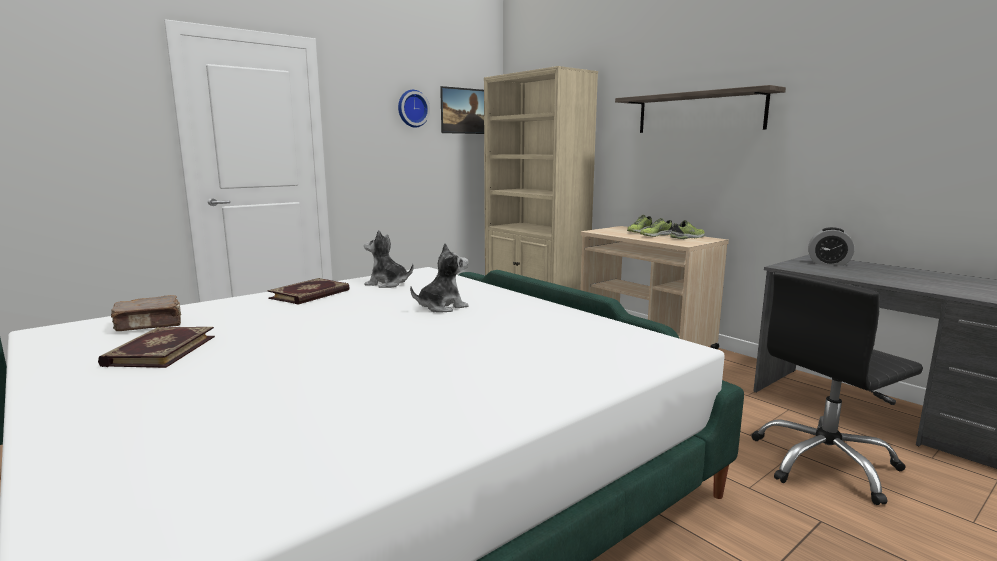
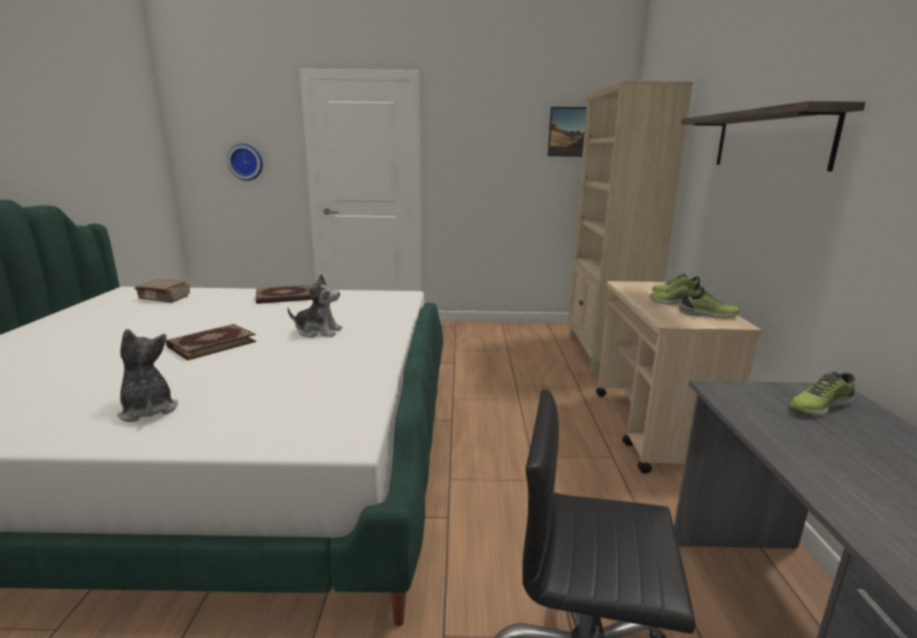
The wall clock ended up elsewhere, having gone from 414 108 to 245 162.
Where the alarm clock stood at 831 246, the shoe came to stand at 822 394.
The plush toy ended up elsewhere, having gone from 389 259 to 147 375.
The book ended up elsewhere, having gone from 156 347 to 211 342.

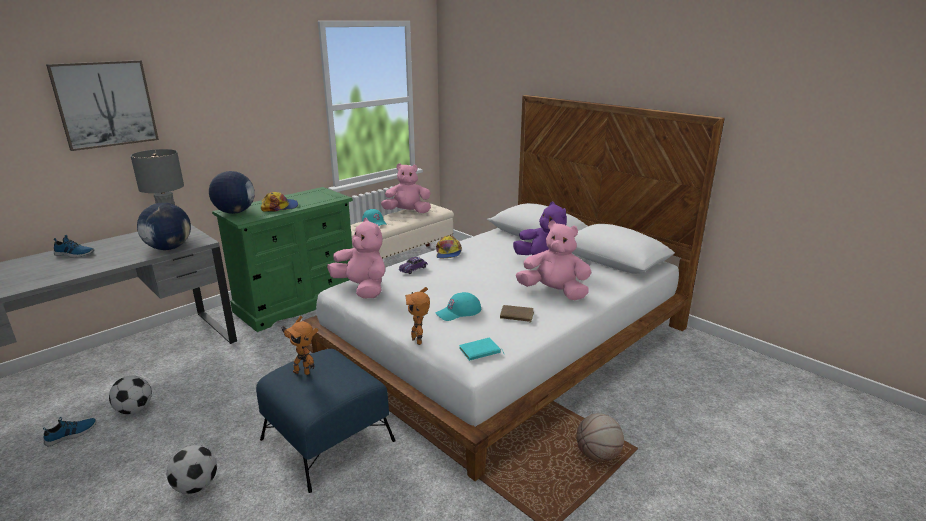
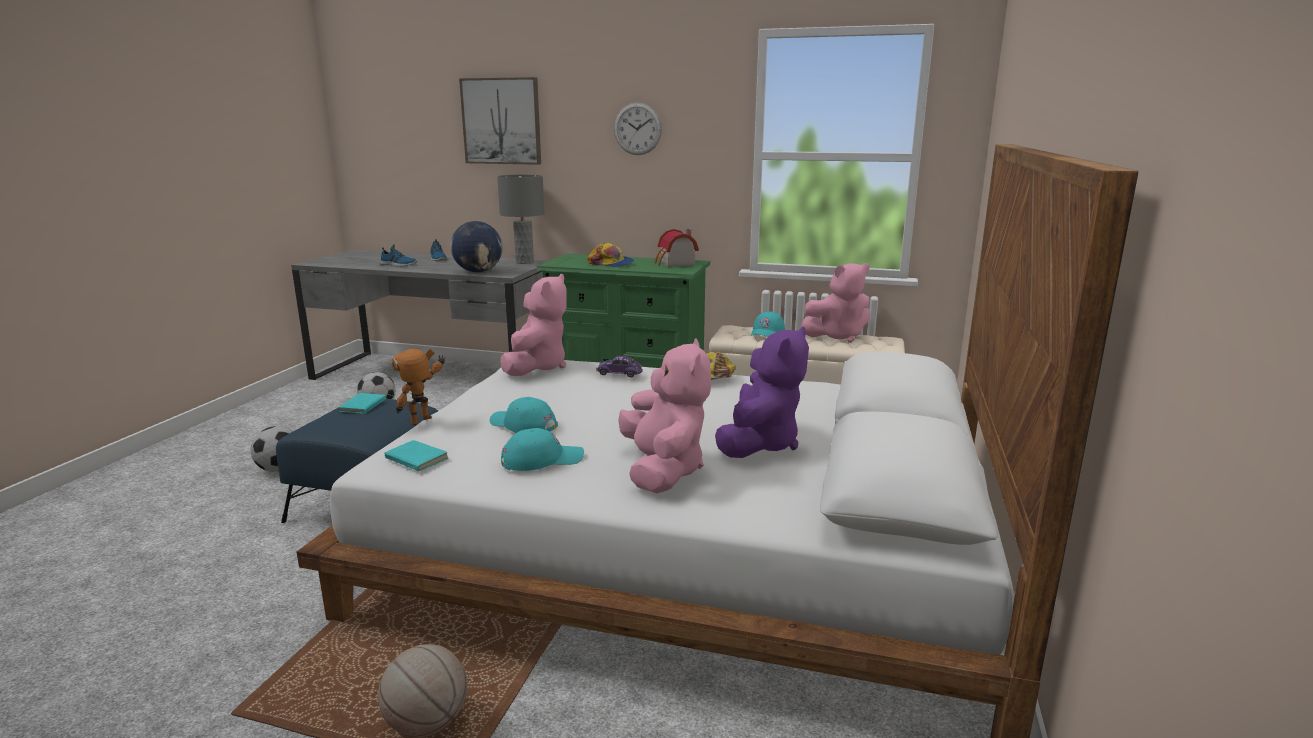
The plush toy (pink) at 406 188 ended up facing another way, 105 degrees clockwise from before.
The second view lost the globe at 232 192.
Where the book (brown) stood at 517 313, the cap (turquoise) came to stand at 542 449.
Where the toy robot stood at 300 345, the book (turquoise) came to stand at 366 403.
The shoe ended up elsewhere, having gone from 69 431 to 398 255.
The second view gained the wall clock at 638 129.
The second view gained the toy house at 676 248.

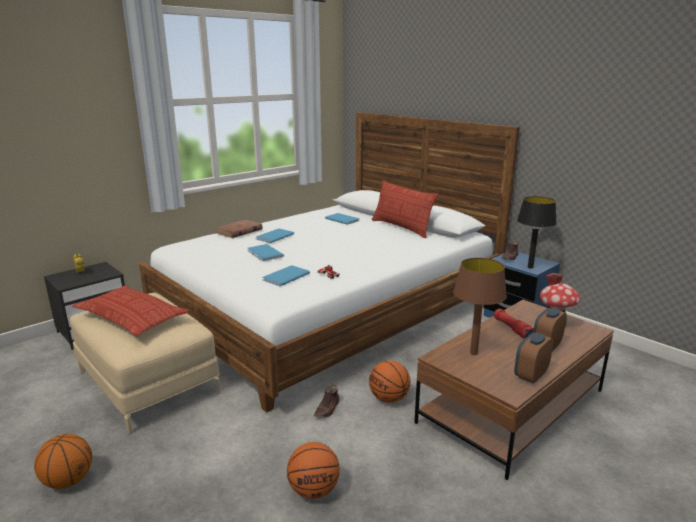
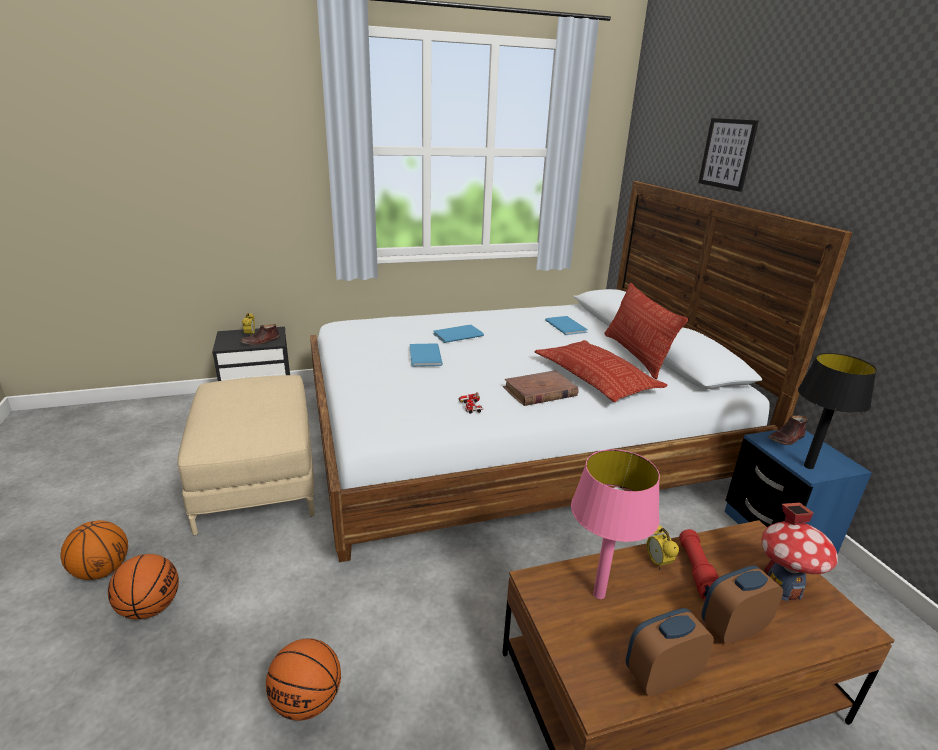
The book (brown) ended up elsewhere, having gone from 239 228 to 541 388.
What was the table lamp (brown) at 480 306 turned into the table lamp (pink) at 615 524.
The second view lost the book (blue) at 286 275.
The pillow ended up elsewhere, having gone from 130 310 to 601 371.
The basketball ended up elsewhere, having gone from 389 381 to 143 587.
The shoe (brown) ended up elsewhere, having gone from 327 401 to 260 334.
The second view gained the picture at 728 155.
The second view gained the alarm clock at 663 547.

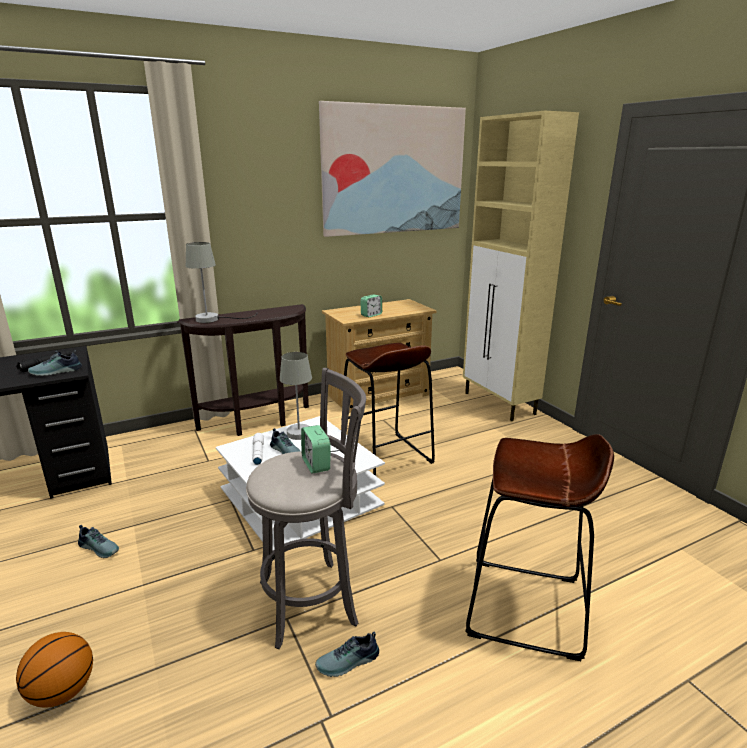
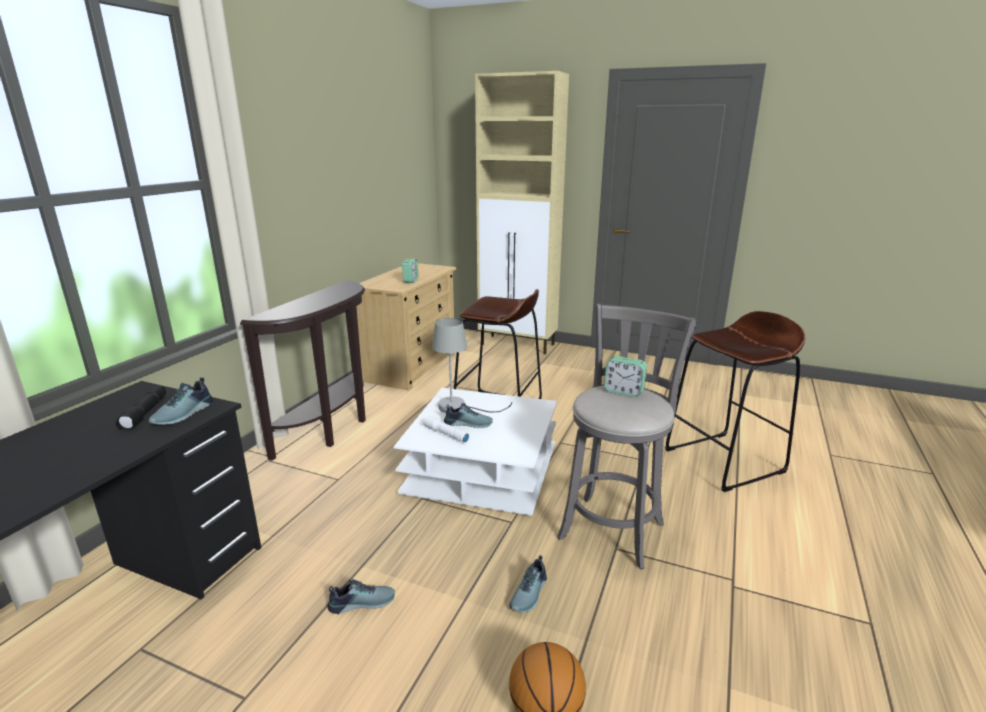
The second view lost the picture at 392 169.
The second view lost the table lamp (grey) at 222 282.
The shoe ended up elsewhere, having gone from 347 654 to 528 584.

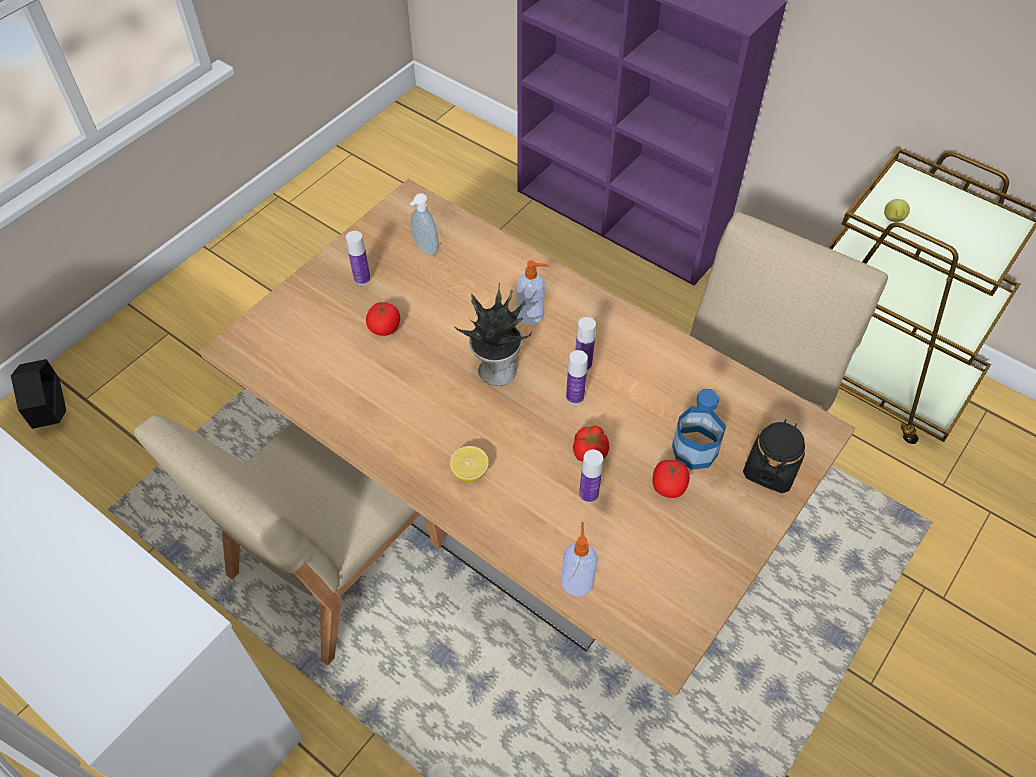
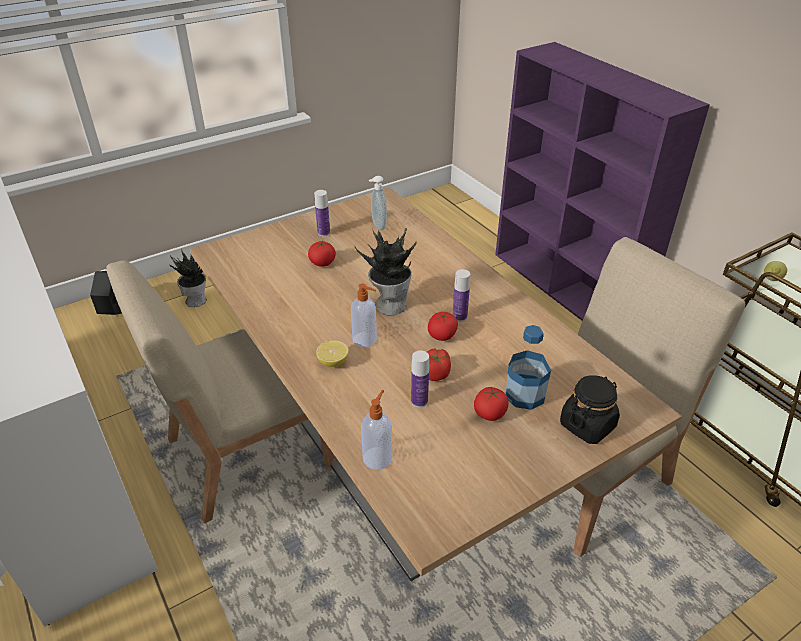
The soap dispenser ended up elsewhere, having gone from 532 292 to 364 315.
Where the bottle stood at 577 377, the tomato came to stand at 443 326.
The second view gained the potted plant at 187 277.

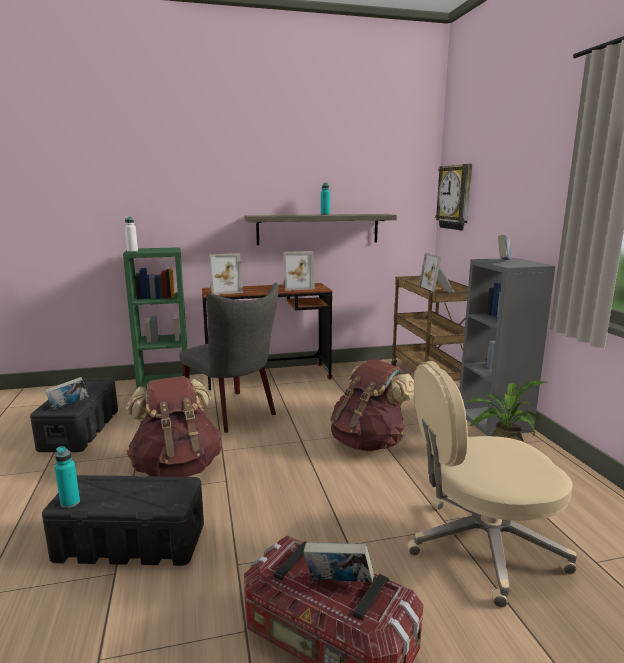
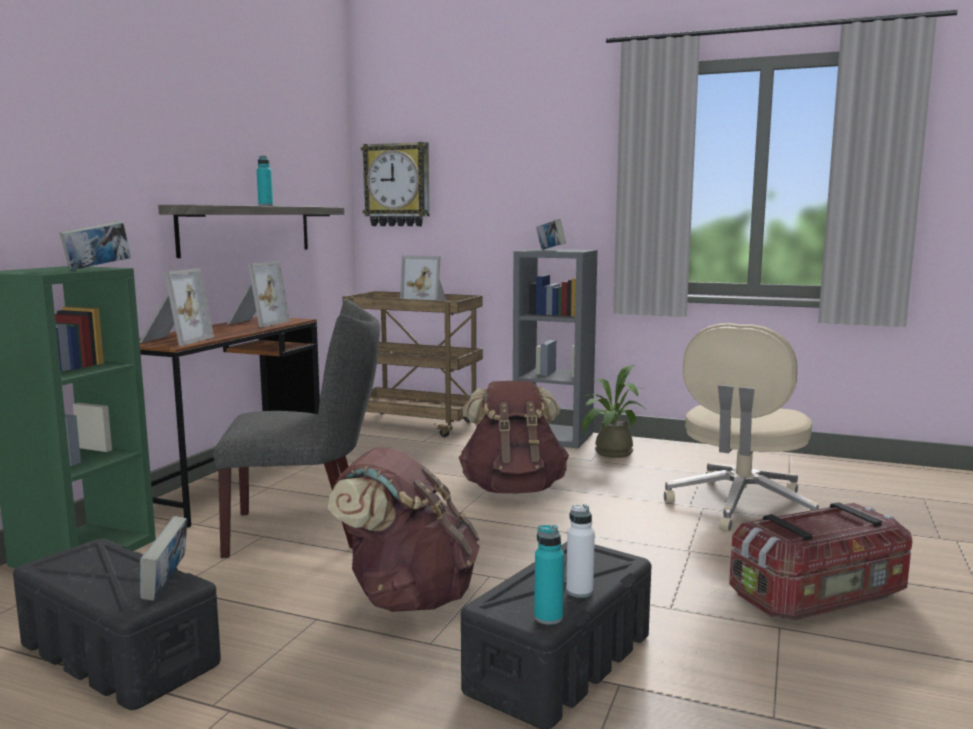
The bottle (white) ended up elsewhere, having gone from 131 235 to 580 551.
The book ended up elsewhere, having gone from 339 562 to 95 245.

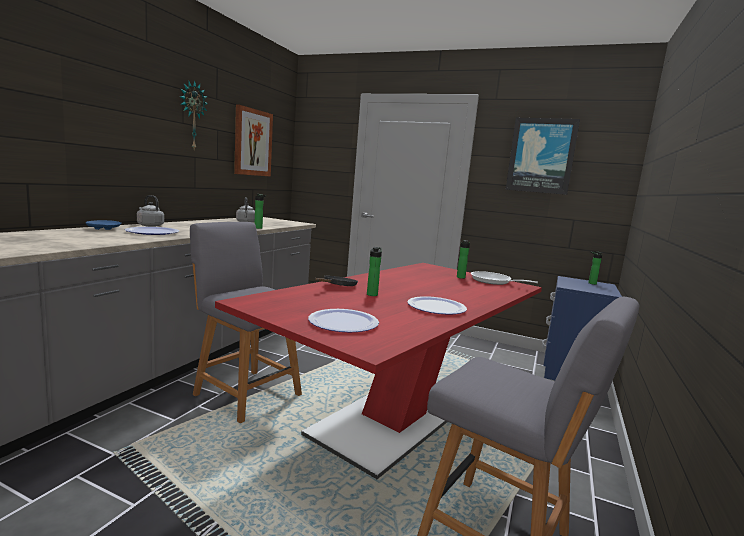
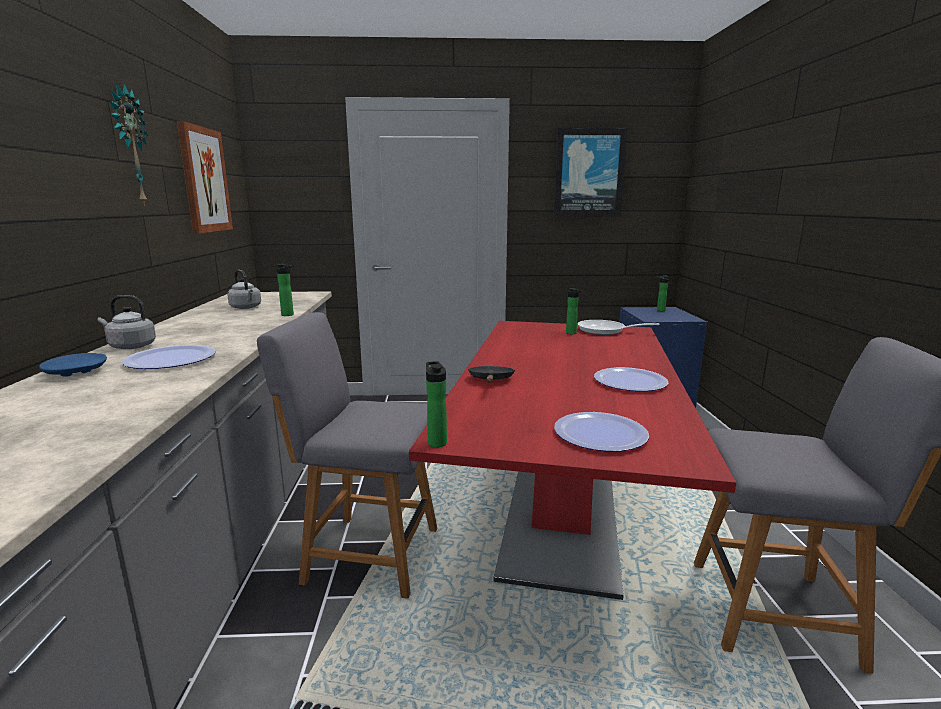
The bottle ended up elsewhere, having gone from 374 271 to 436 404.

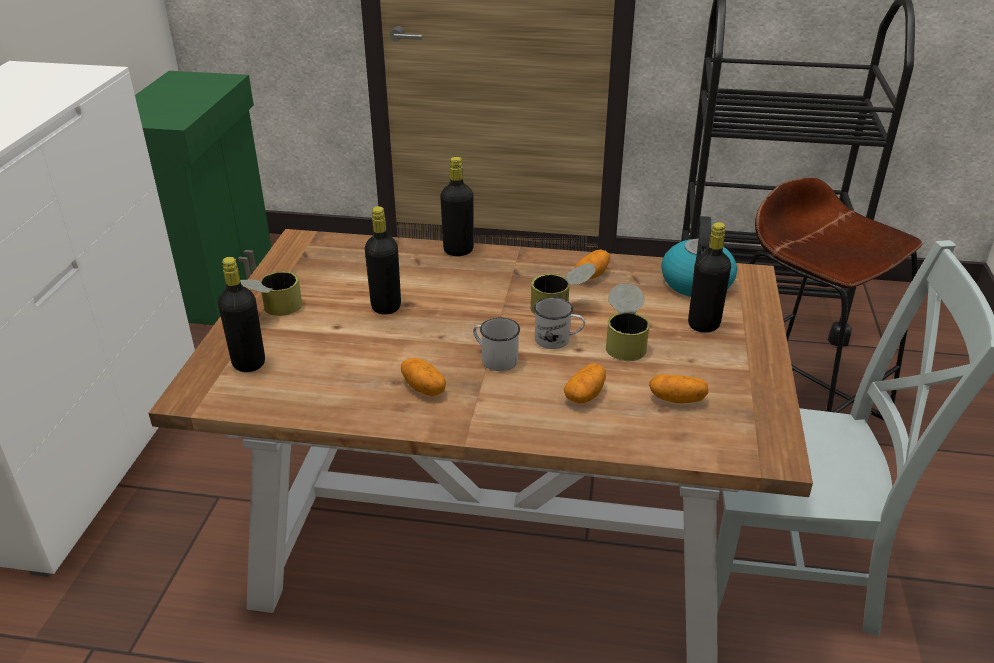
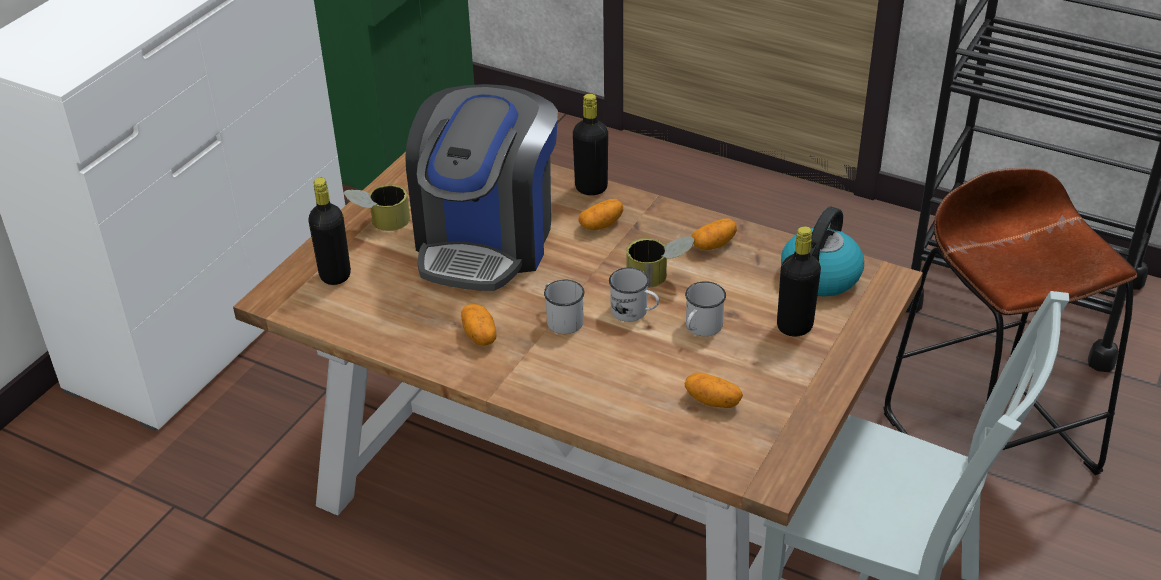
Where the bottle (black) stood at 383 260, the coffee machine came to stand at 481 187.
Where the can stood at 628 322, the mug (white) came to stand at 705 308.
The potato ended up elsewhere, having gone from 585 383 to 600 214.

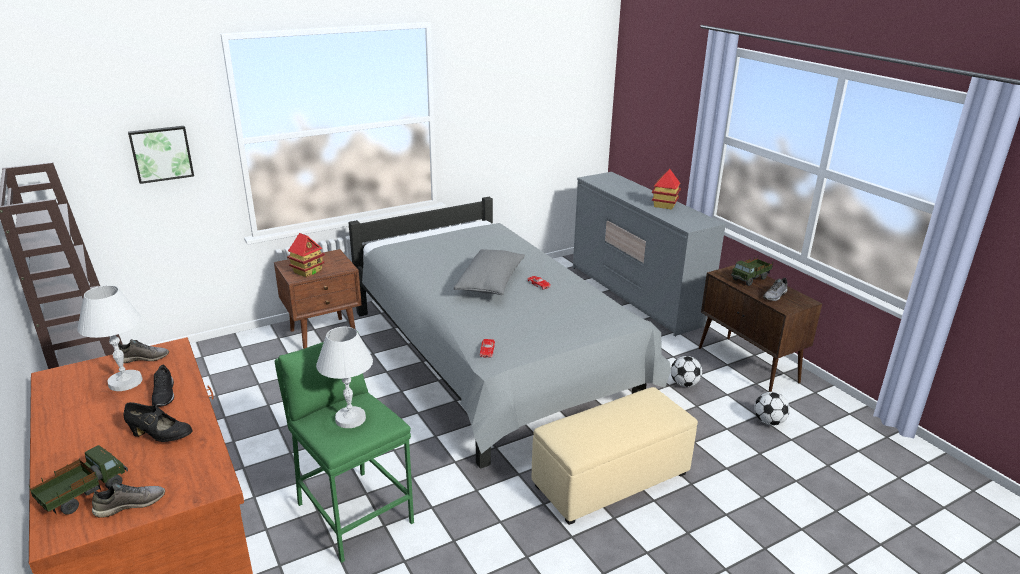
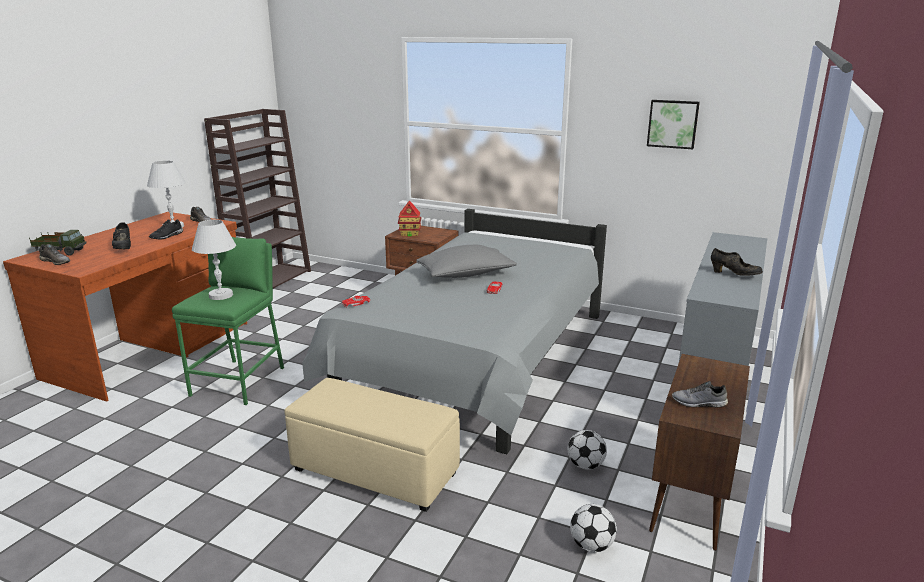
The picture ended up elsewhere, having gone from 161 155 to 673 124.
Where the toy house stood at 666 189, the shoe (black) came to stand at 737 262.
The second view lost the toy truck at 752 271.

